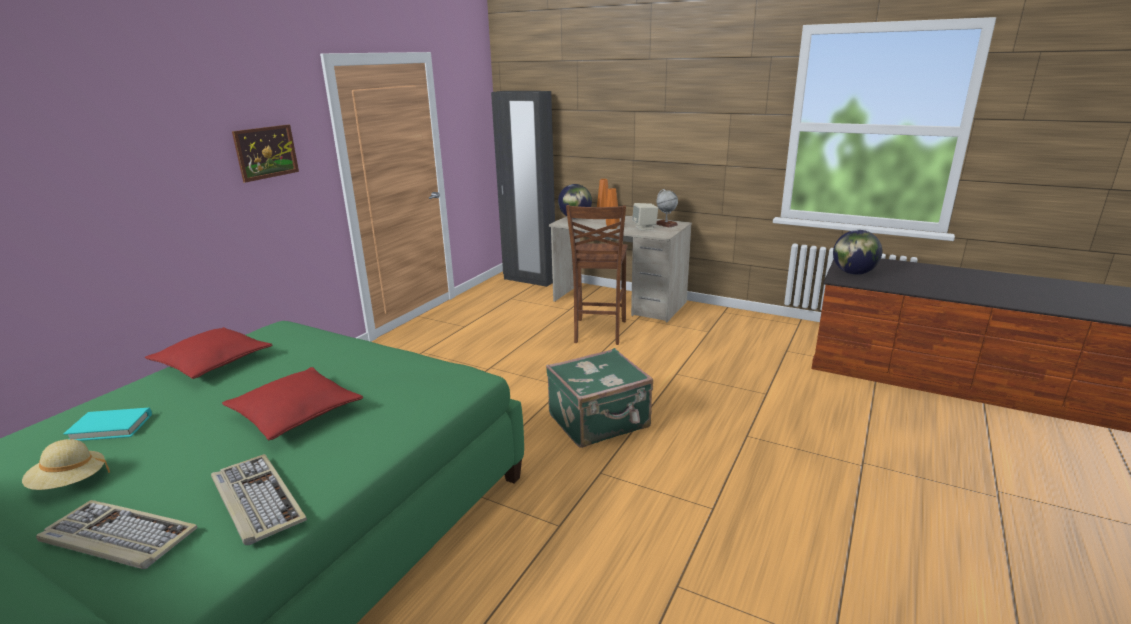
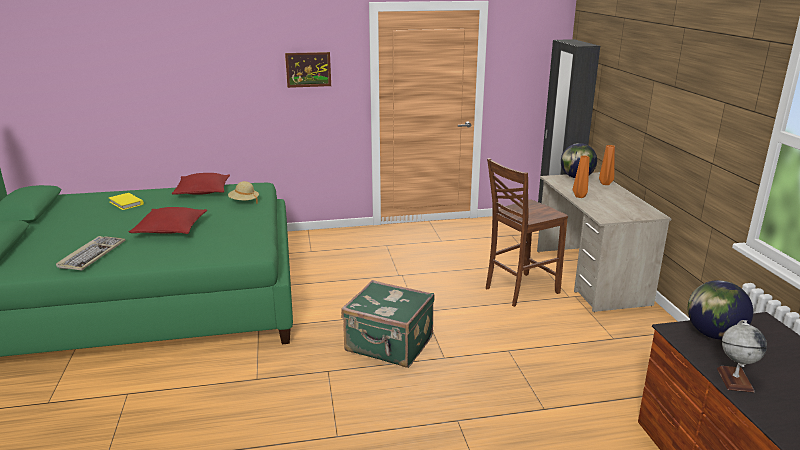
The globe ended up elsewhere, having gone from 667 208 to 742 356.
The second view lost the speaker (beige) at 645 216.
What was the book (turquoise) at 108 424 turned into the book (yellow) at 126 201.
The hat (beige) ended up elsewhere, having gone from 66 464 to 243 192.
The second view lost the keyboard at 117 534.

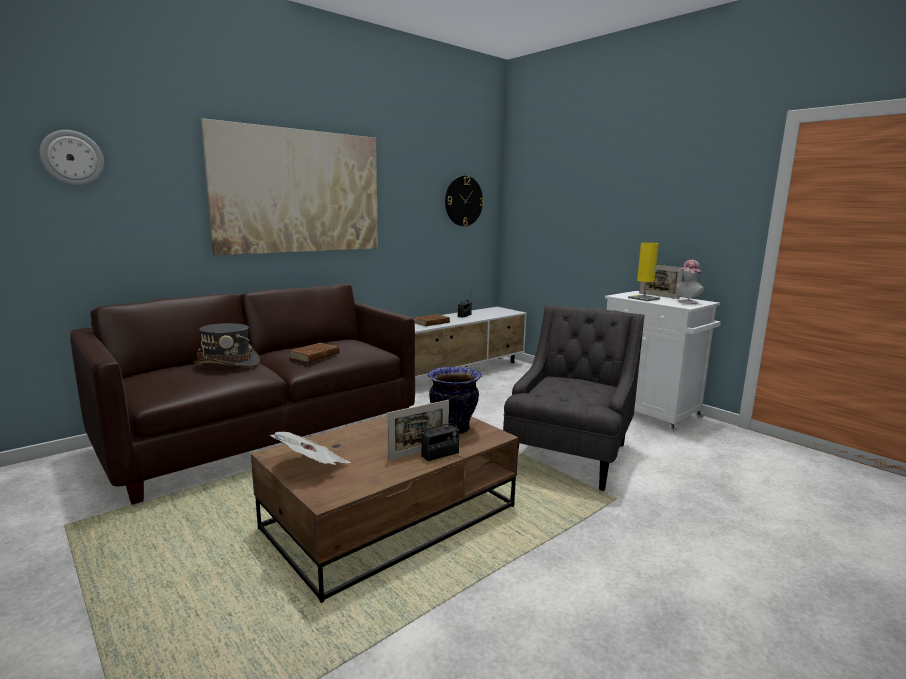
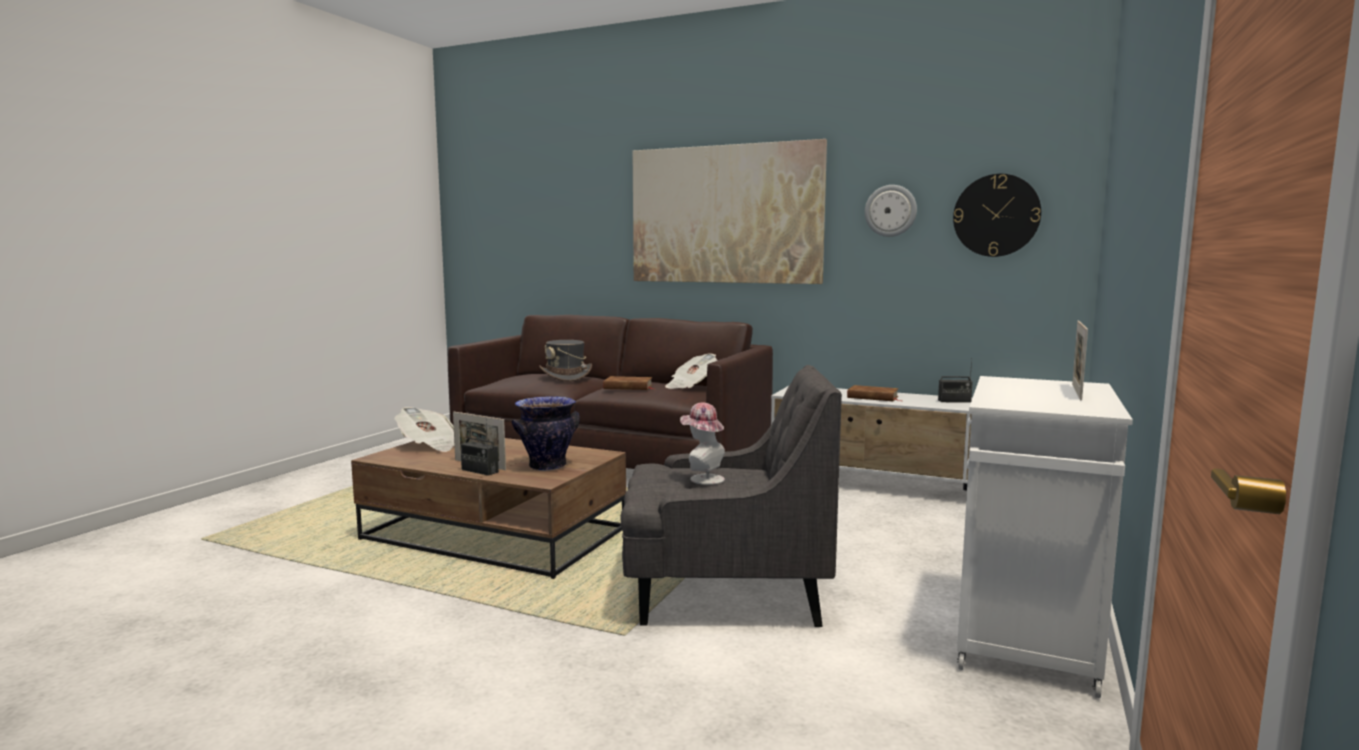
The wall clock ended up elsewhere, having gone from 71 158 to 891 211.
The second view lost the table lamp (yellow) at 644 271.
The hat ended up elsewhere, having gone from 690 282 to 702 443.
The second view gained the newspaper at 691 371.

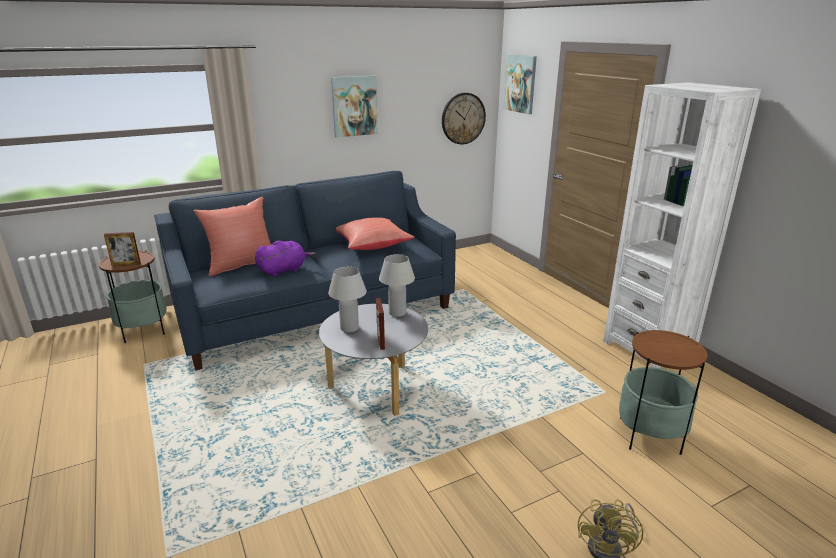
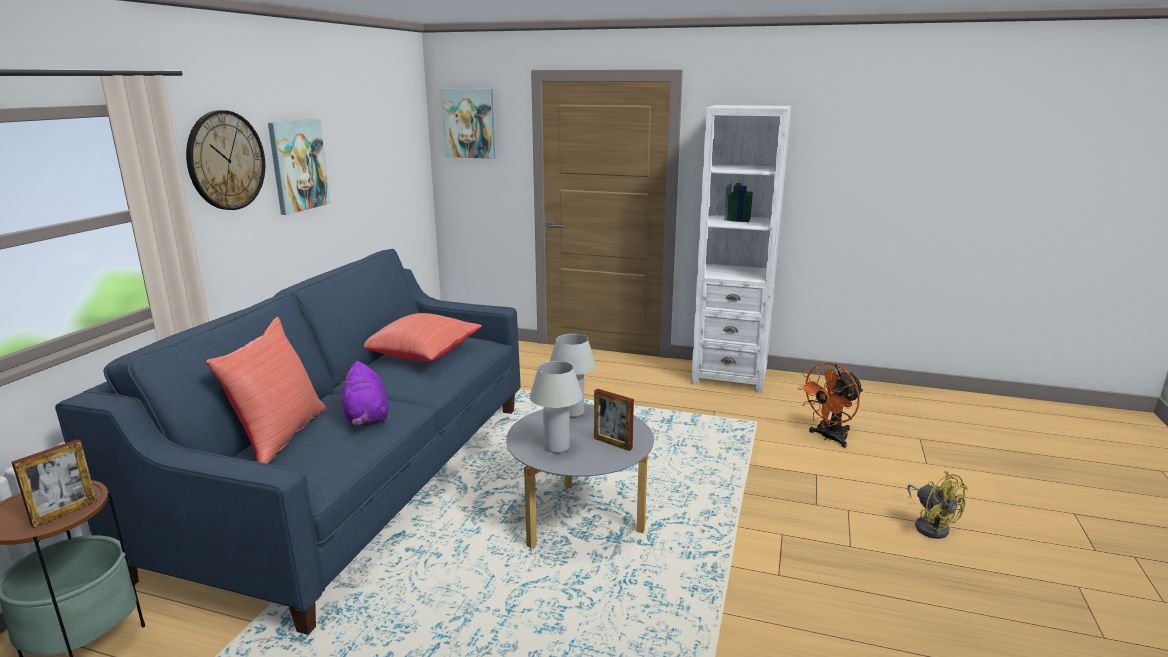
The wall clock ended up elsewhere, having gone from 464 119 to 225 160.
The plush toy (purple) at 285 259 ended up facing another way, 150 degrees clockwise from before.
Where the side table stood at 663 392, the fan (orange) came to stand at 830 405.

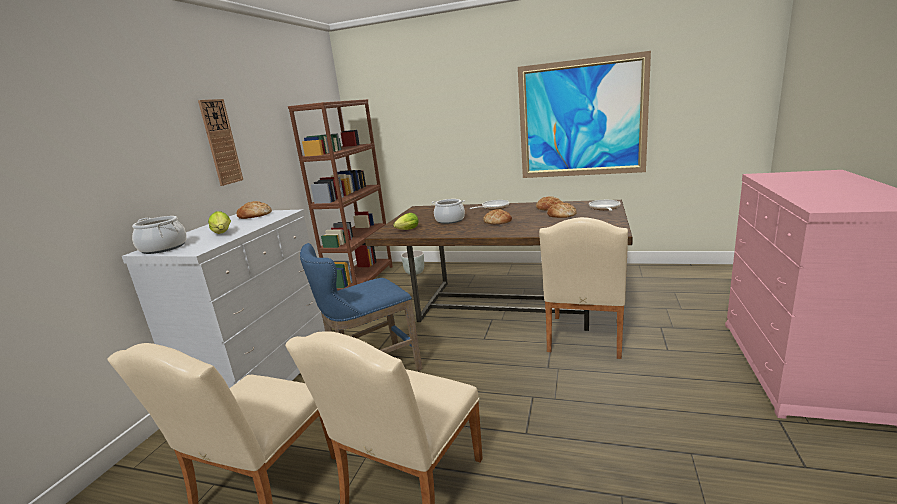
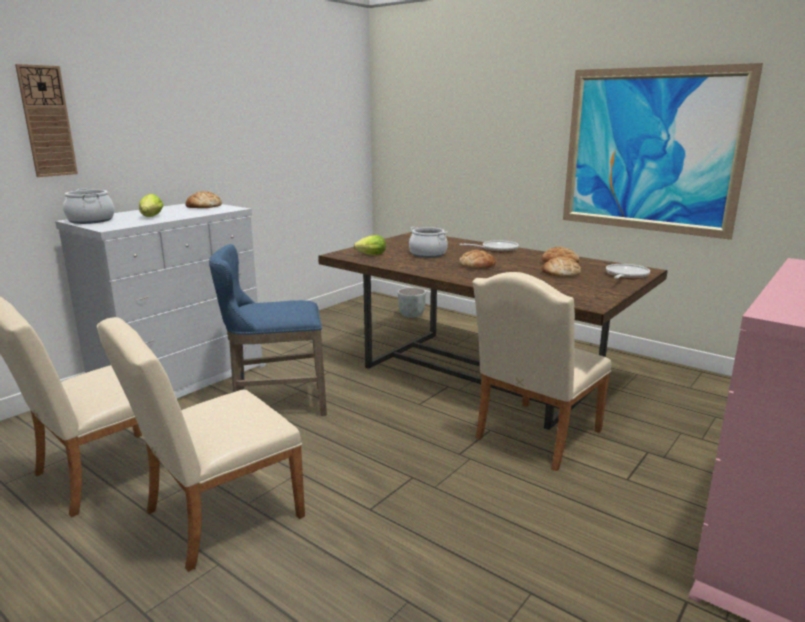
The wall clock ended up elsewhere, having gone from 220 142 to 46 120.
The second view lost the bookcase (brown) at 340 195.

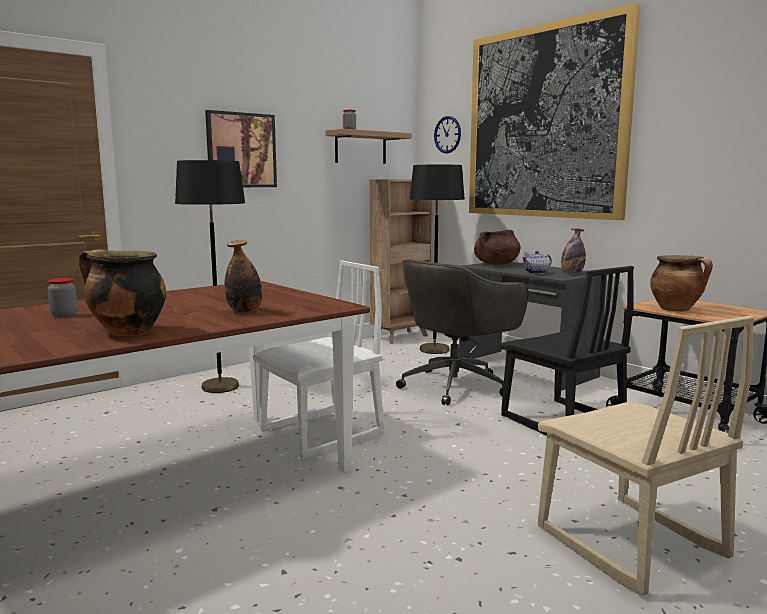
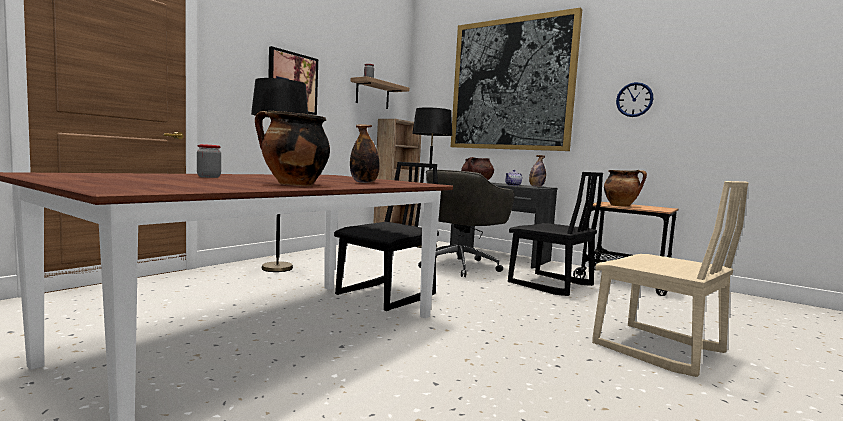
The wall clock ended up elsewhere, having gone from 447 135 to 634 99.
What was the chair (white) at 318 359 turned into the chair (black) at 386 236.

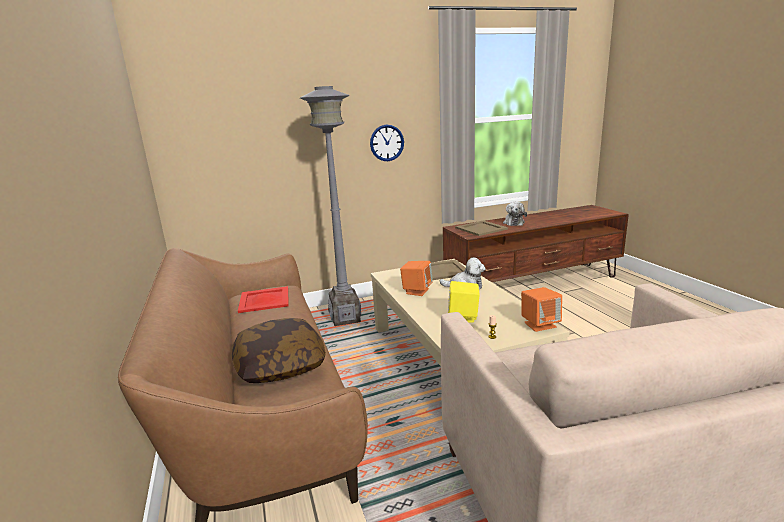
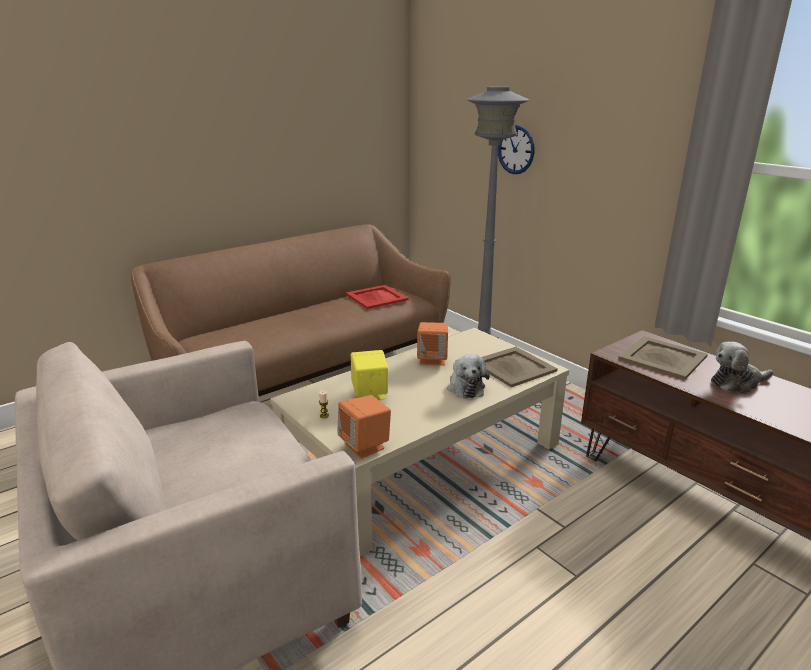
The wall clock ended up elsewhere, having gone from 387 143 to 516 149.
The second view lost the pillow at 279 350.

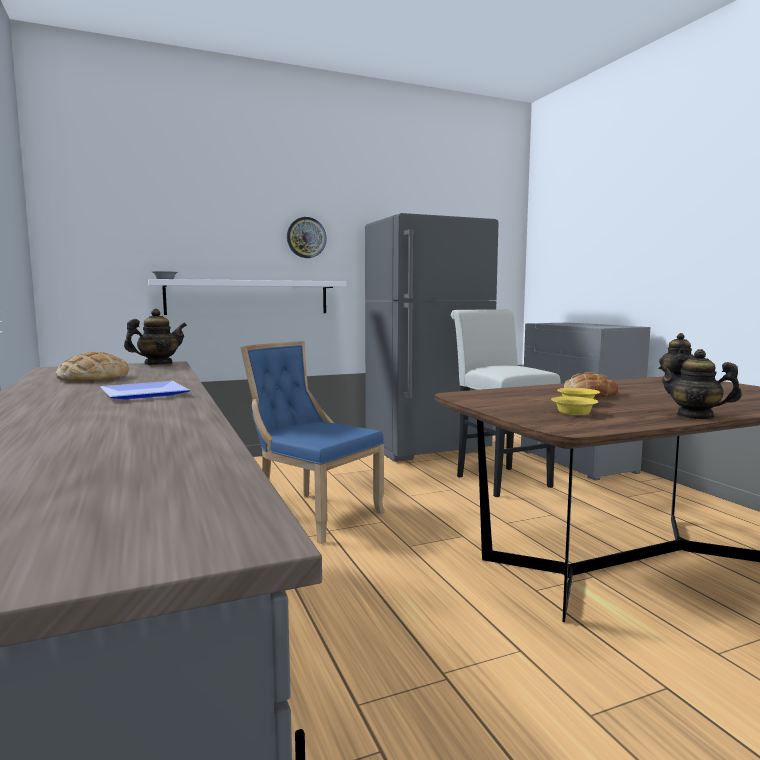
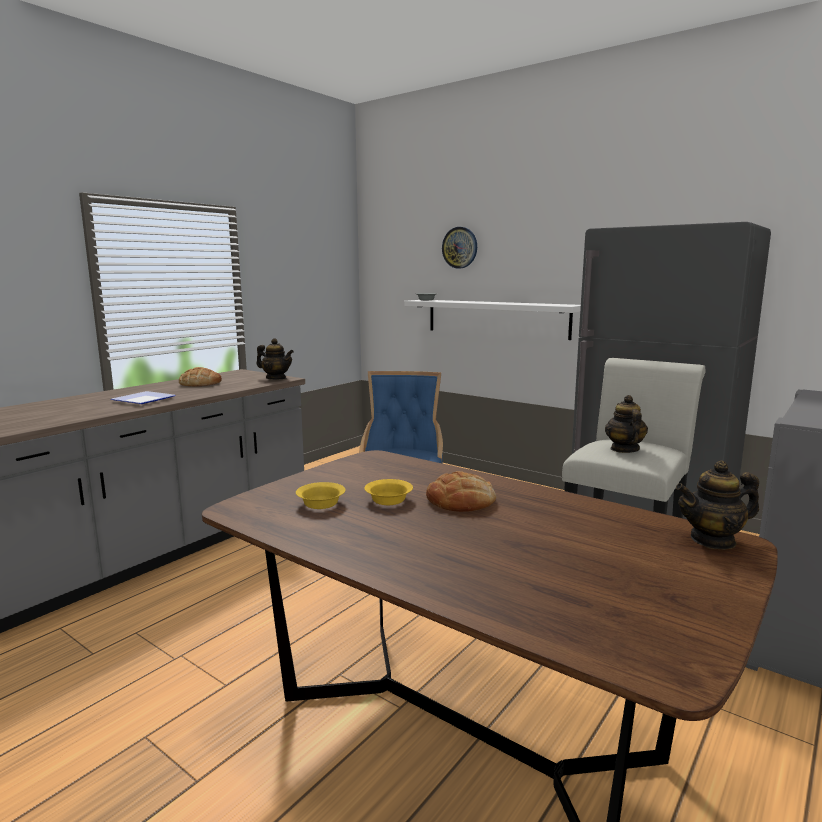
The wall clock ended up elsewhere, having gone from 307 237 to 459 247.
The teapot ended up elsewhere, having gone from 700 384 to 626 424.

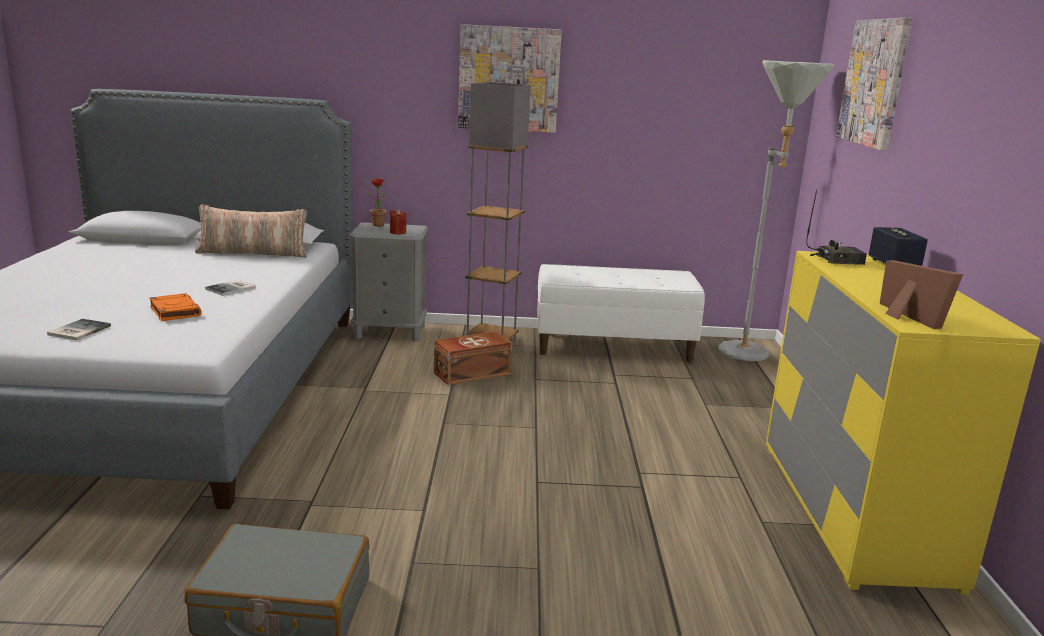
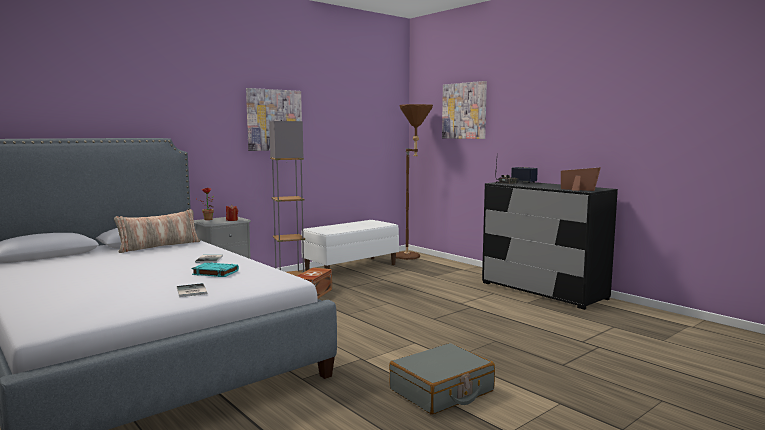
What was the floor lamp (grey) at 776 210 turned into the floor lamp (brown) at 414 182.
What was the dresser (yellow) at 903 423 turned into the dresser (black) at 550 245.
What was the book (orange) at 175 307 turned into the book (turquoise) at 215 269.

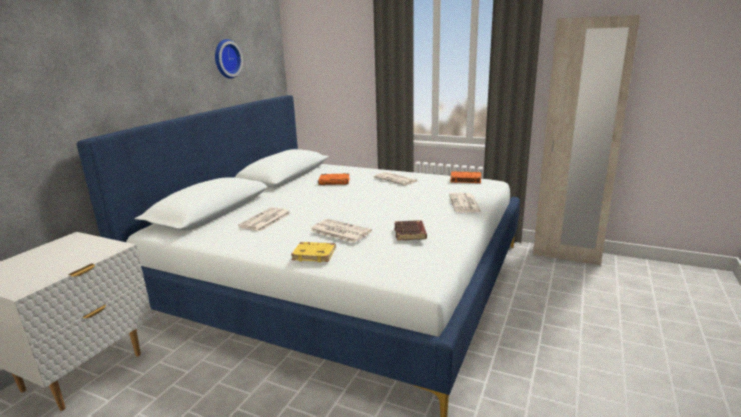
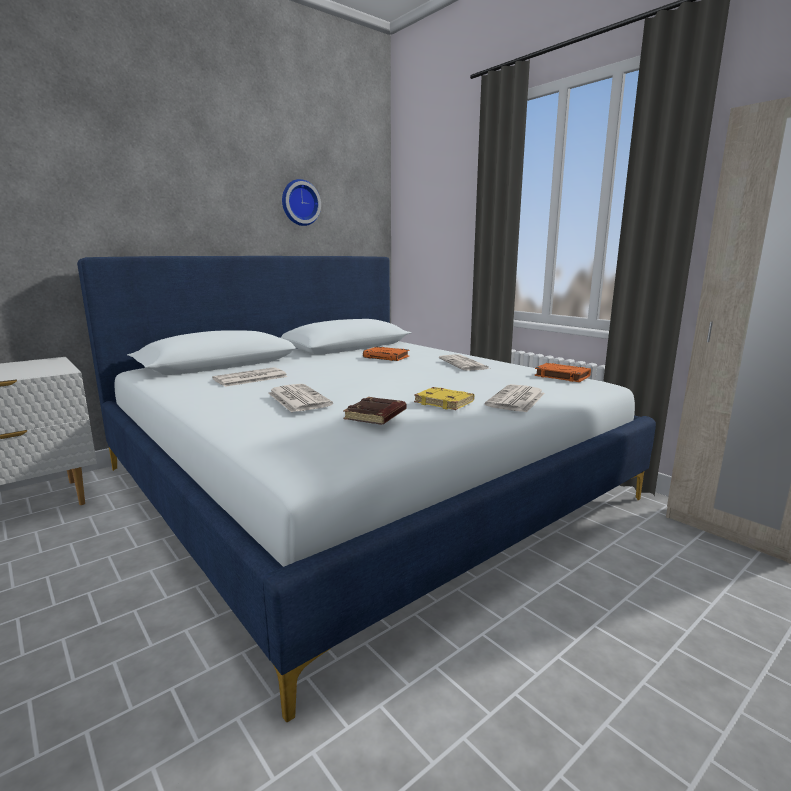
The book (yellow) ended up elsewhere, having gone from 313 252 to 444 398.

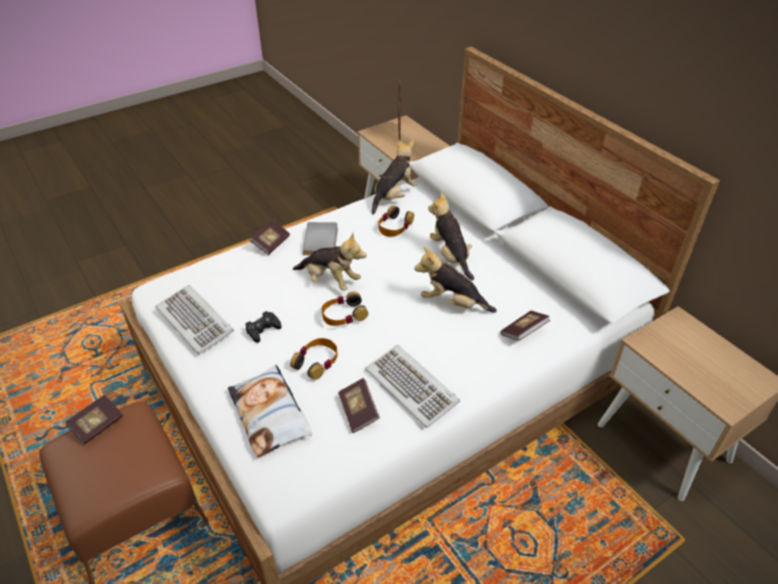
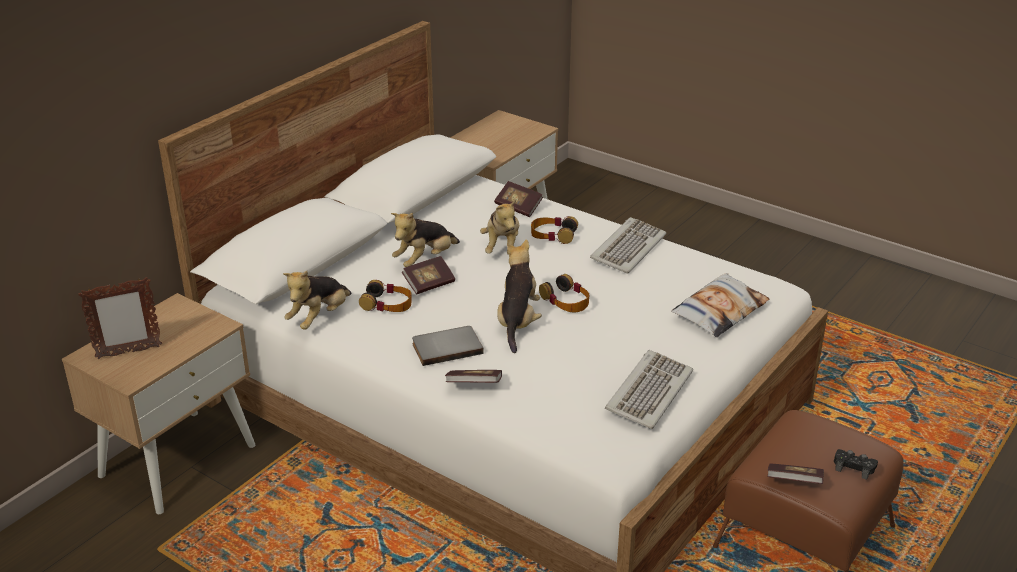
The plush toy at 394 177 ended up facing another way, 75 degrees counterclockwise from before.
The game controller (black) ended up elsewhere, having gone from 263 327 to 856 464.
The headphones ended up elsewhere, having gone from 313 359 to 554 230.
The book ended up elsewhere, having gone from 359 405 to 428 275.

